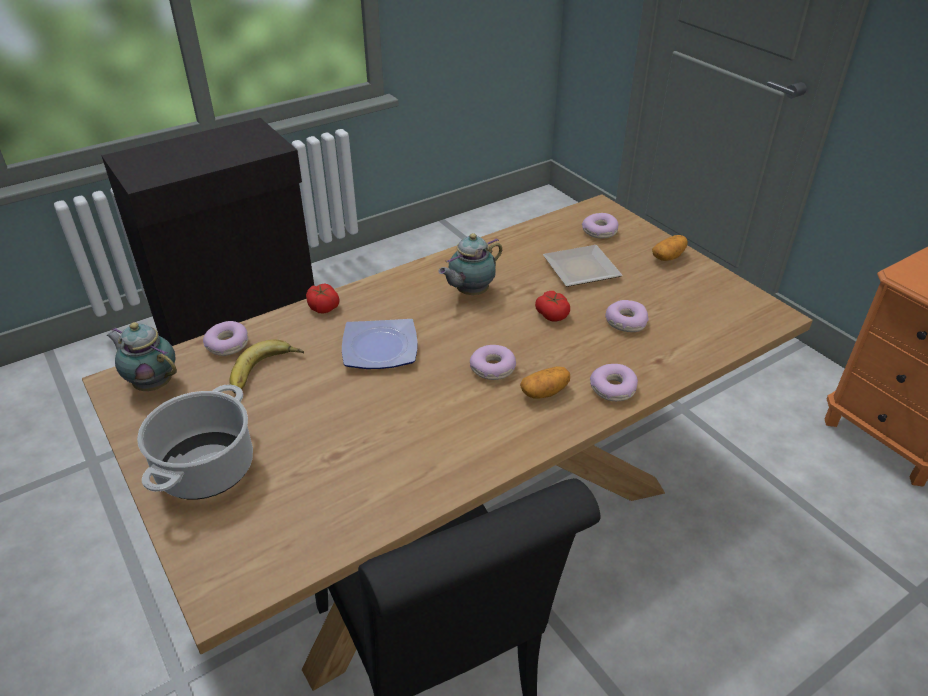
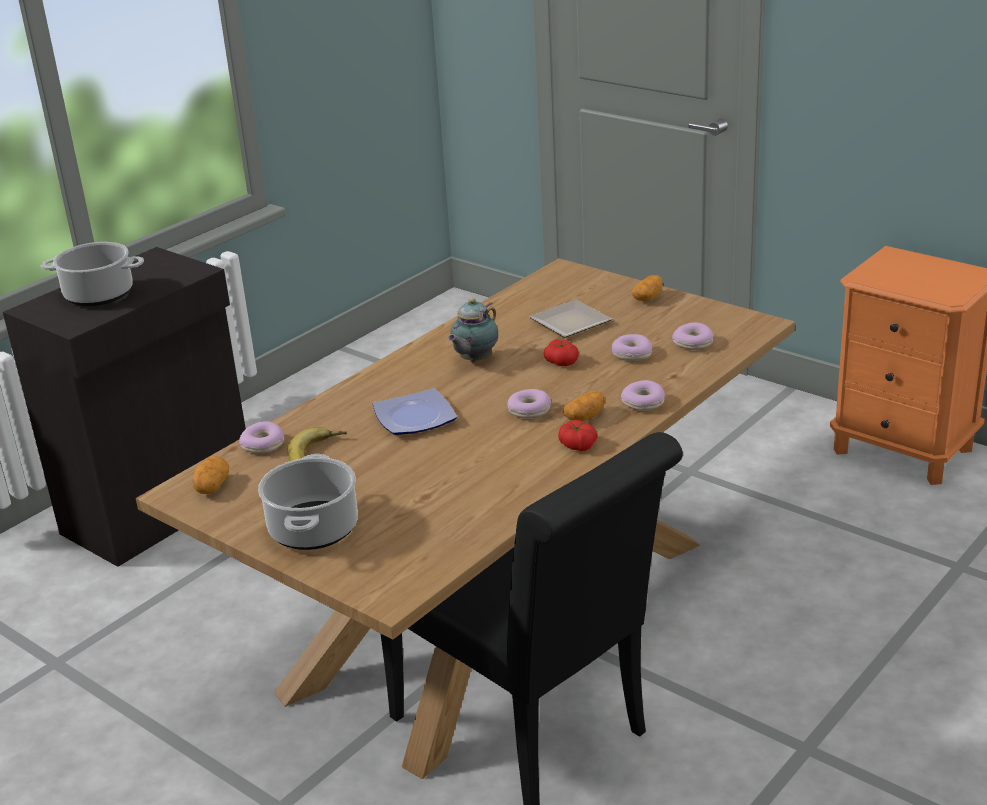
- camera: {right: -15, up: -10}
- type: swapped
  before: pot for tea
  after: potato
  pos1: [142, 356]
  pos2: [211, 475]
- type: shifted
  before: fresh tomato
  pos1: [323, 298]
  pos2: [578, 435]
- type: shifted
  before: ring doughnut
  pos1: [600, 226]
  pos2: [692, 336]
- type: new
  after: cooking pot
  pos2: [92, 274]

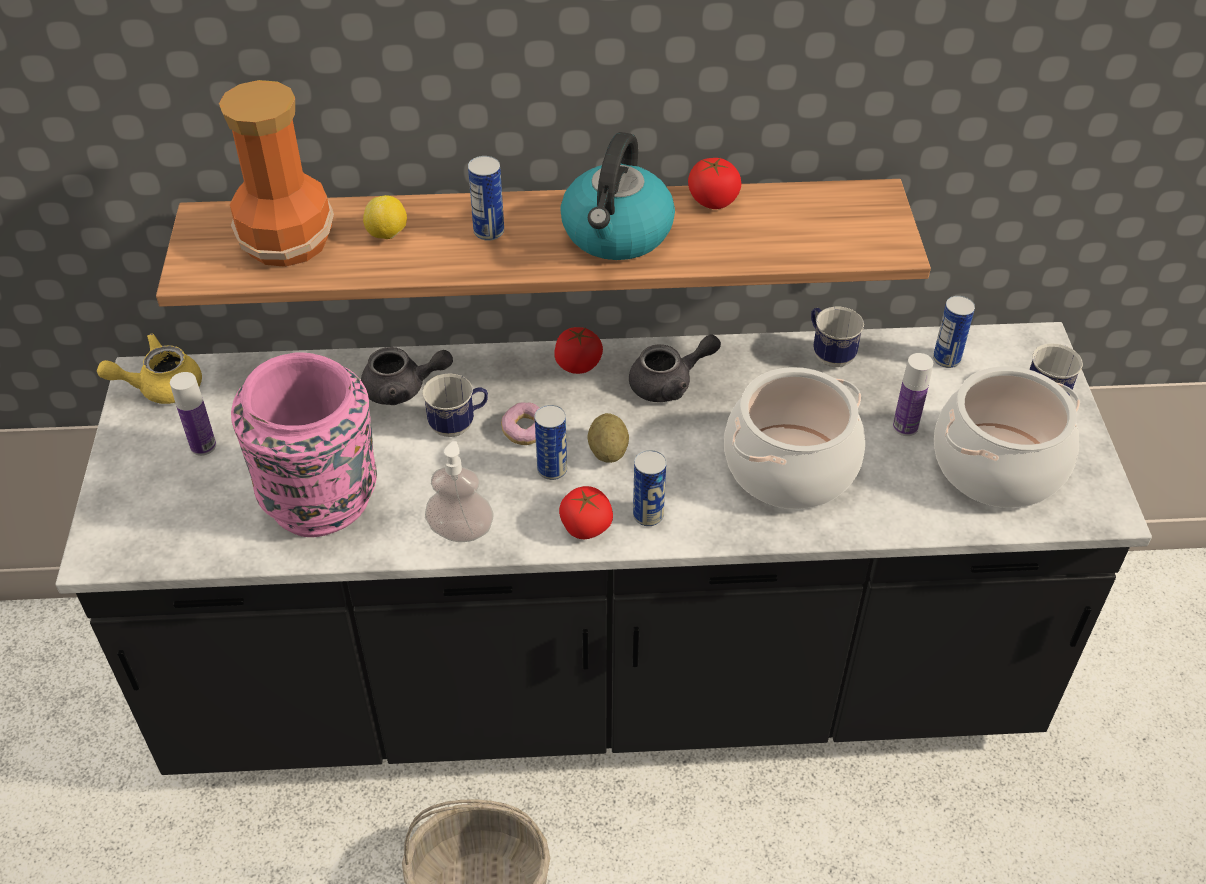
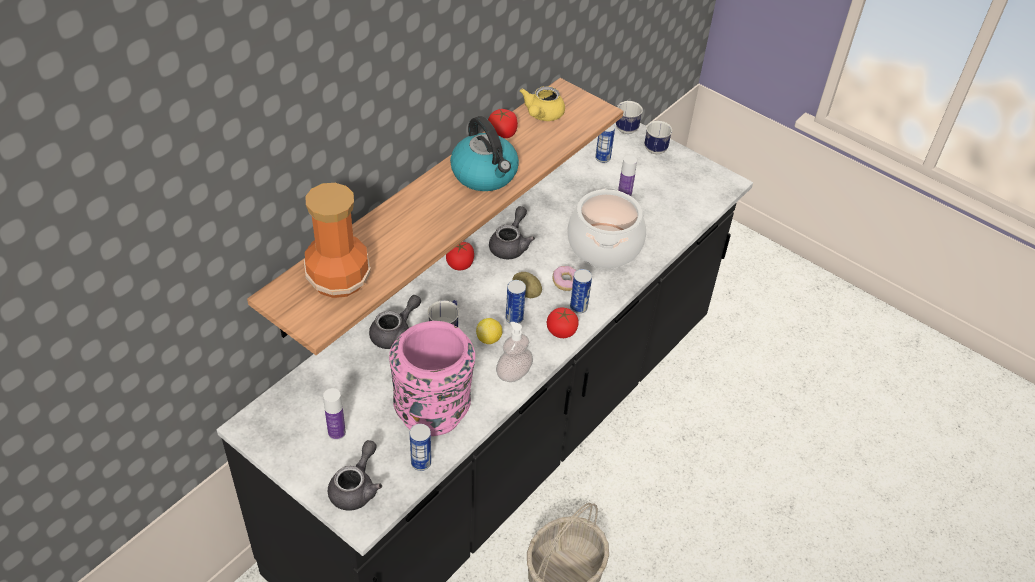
- camera: {right: -50, up: 0}
- type: shifted
  before: yellow pot for tea
  pos1: [149, 368]
  pos2: [542, 103]
- type: shifted
  before: whole lemon
  pos1: [385, 217]
  pos2: [489, 331]
- type: shifted
  before: can
  pos1: [486, 198]
  pos2: [420, 447]
- type: shifted
  before: ring doughnut
  pos1: [520, 423]
  pos2: [565, 278]
- type: shifted
  before: coffee mug
  pos1: [837, 337]
  pos2: [629, 117]
- type: gone
  before: cooking pot
  pos1: [1007, 437]
- type: new
  after: grey pot for tea
  pos2: [355, 475]

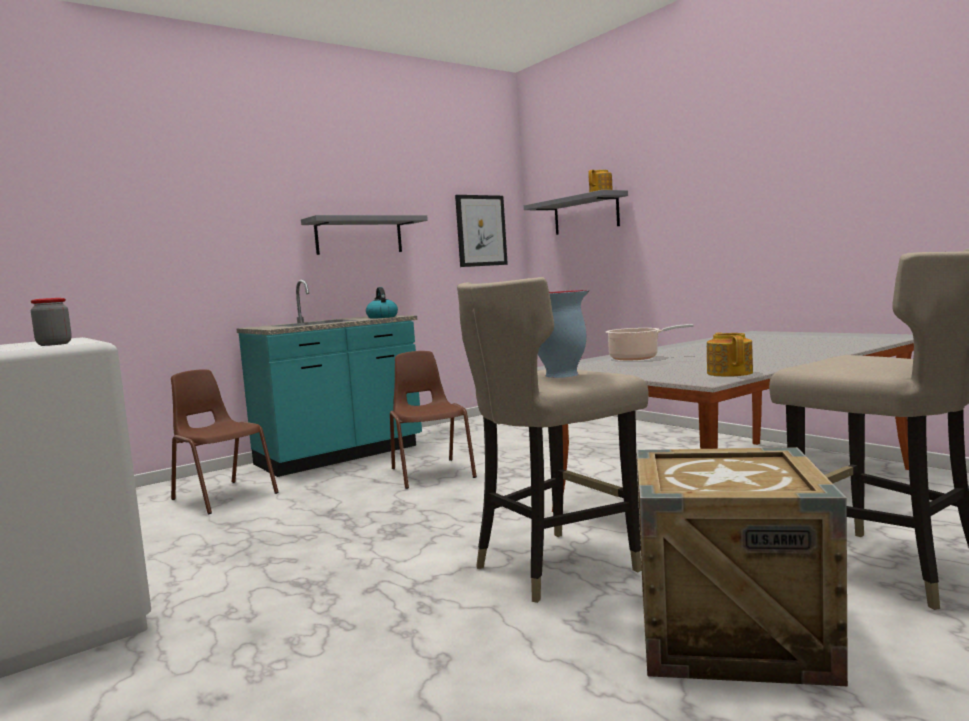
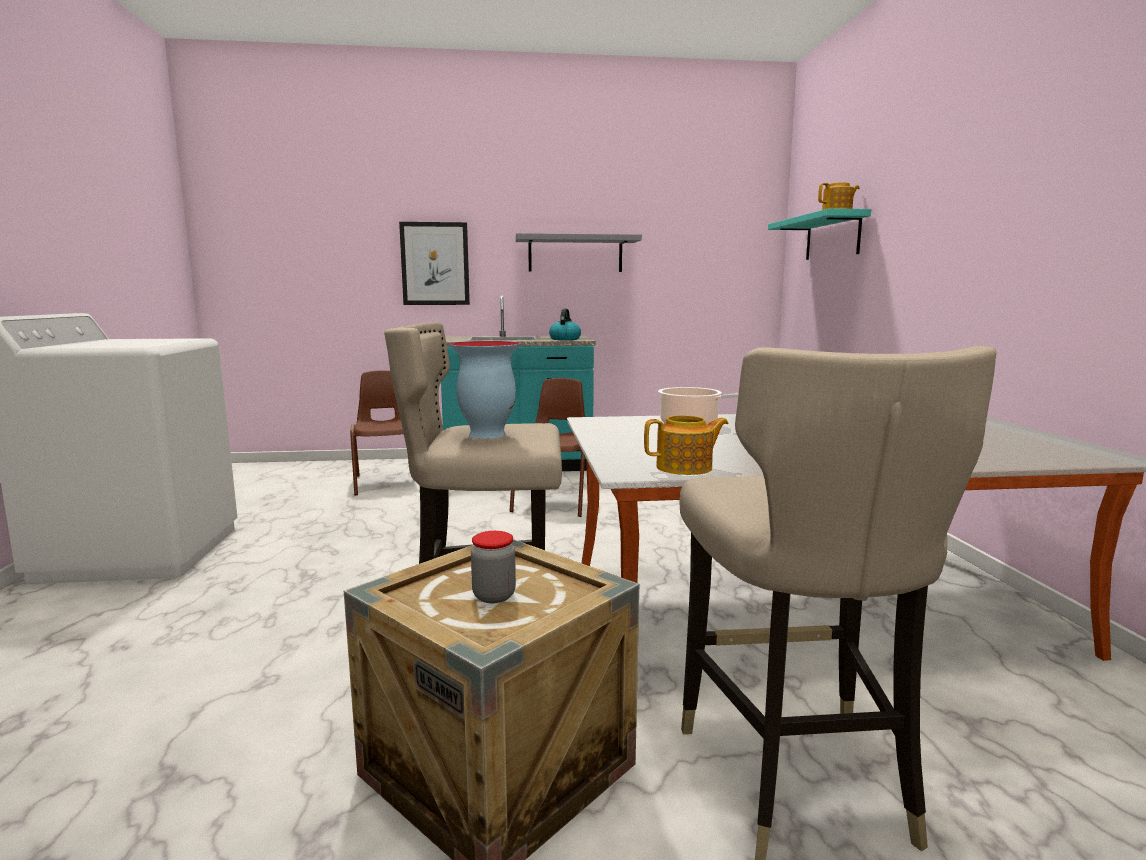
- camera: {right: 30, up: 5}
- type: shifted
  before: jar
  pos1: [51, 322]
  pos2: [493, 567]
- type: shifted
  before: picture
  pos1: [481, 231]
  pos2: [434, 263]
- type: repainted
  before: grey shelf
  after: turquoise-coloured shelf
  pos1: [576, 212]
  pos2: [819, 234]
- type: rotated
  before: pot for tea
  pos1: [730, 354]
  pos2: [686, 445]
  turn: 45

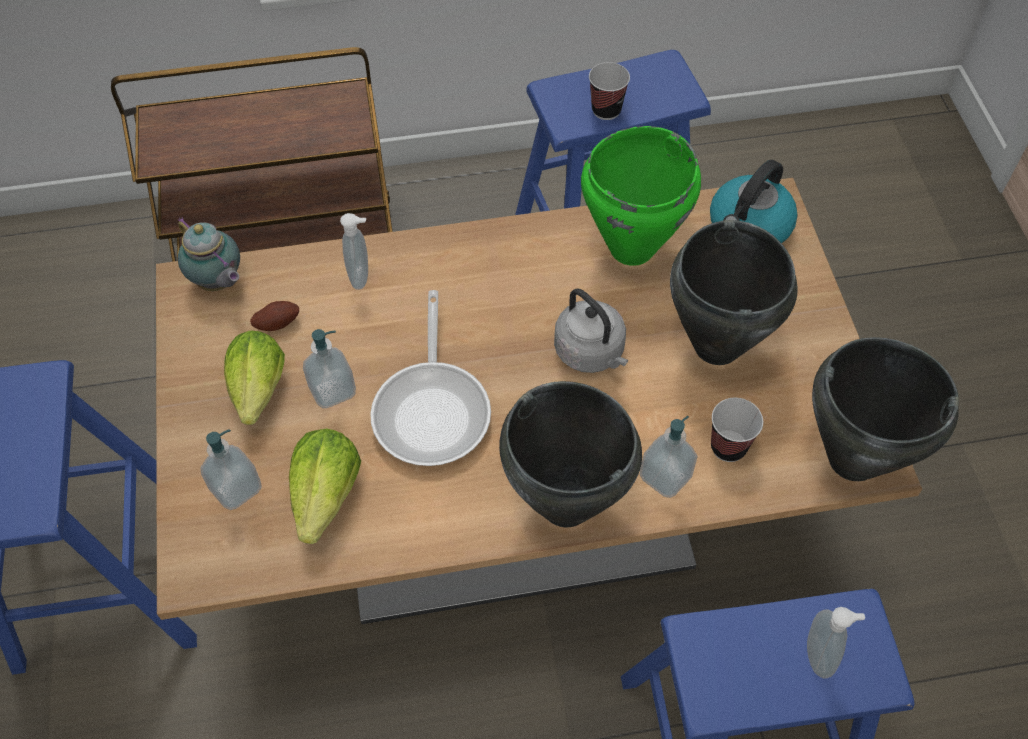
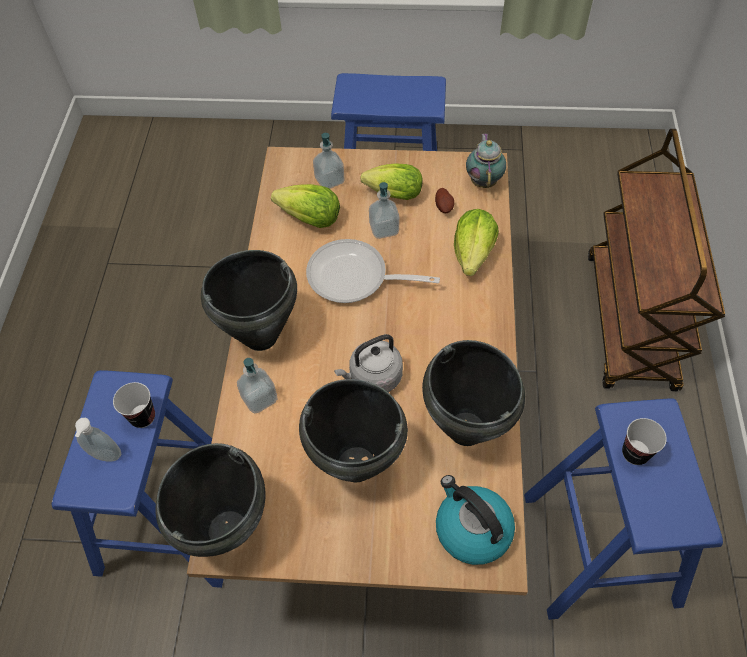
- camera: {right: 105, up: 0}
- type: rotated
  before: pot for tea
  pos1: [208, 254]
  pos2: [486, 160]
  turn: 120
- type: swapped
  before: soap bottle
  after: head of lettuce
  pos1: [354, 251]
  pos2: [476, 242]
- type: repainted
  before: green cooking pot
  after: black-coloured cooking pot
  pos1: [641, 196]
  pos2: [473, 393]
- type: shifted
  before: drinking cup
  pos1: [737, 430]
  pos2: [134, 405]

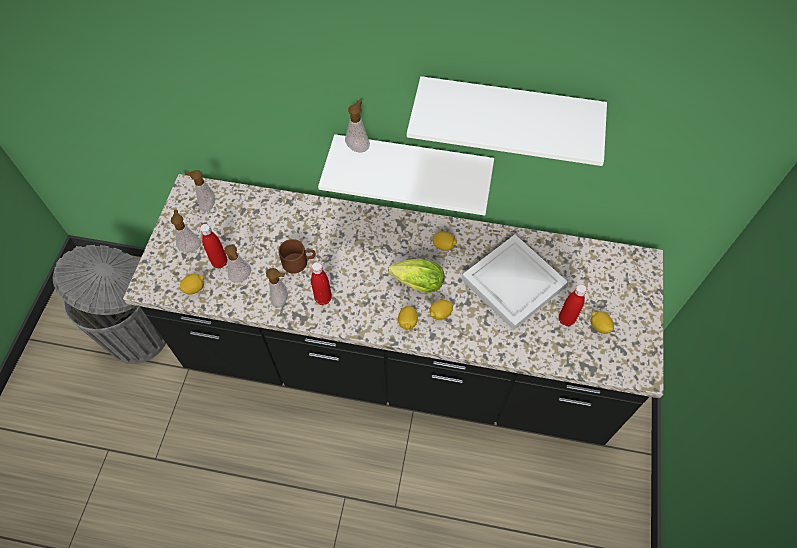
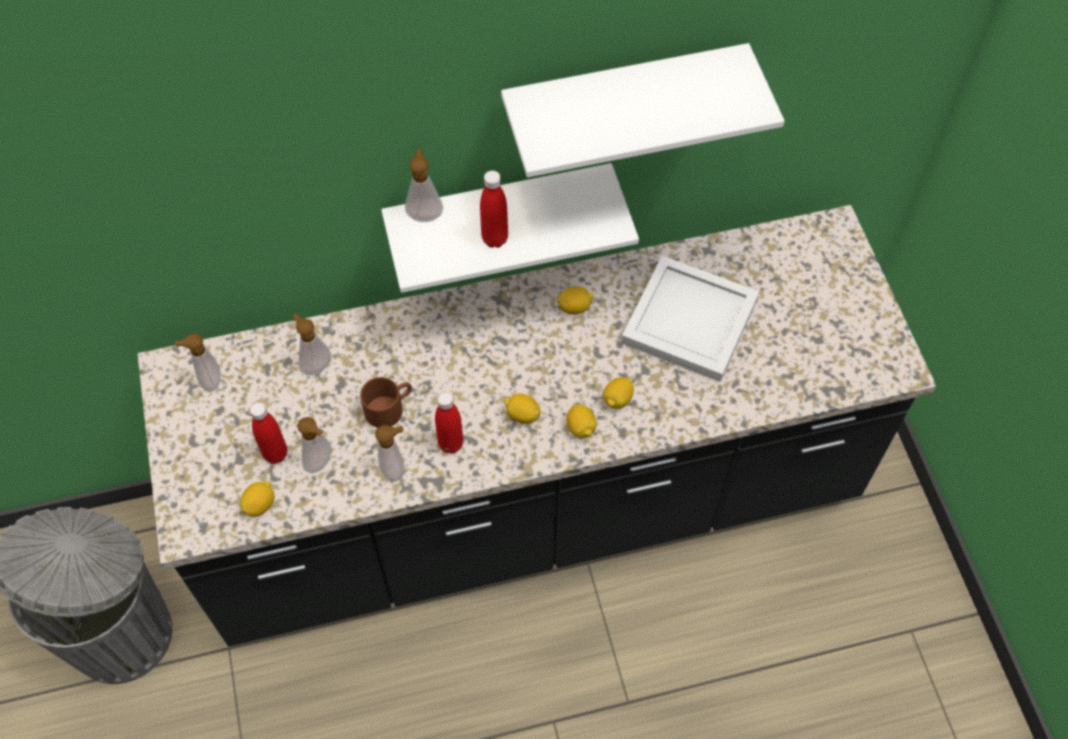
- camera: {right: -25, up: 0}
- type: shifted
  before: soap bottle
  pos1: [186, 230]
  pos2: [312, 344]
- type: gone
  before: head of lettuce
  pos1: [416, 276]
- type: shifted
  before: reddish bottle
  pos1: [573, 305]
  pos2: [494, 209]
- type: shifted
  before: whole lemon
  pos1: [602, 322]
  pos2: [522, 409]

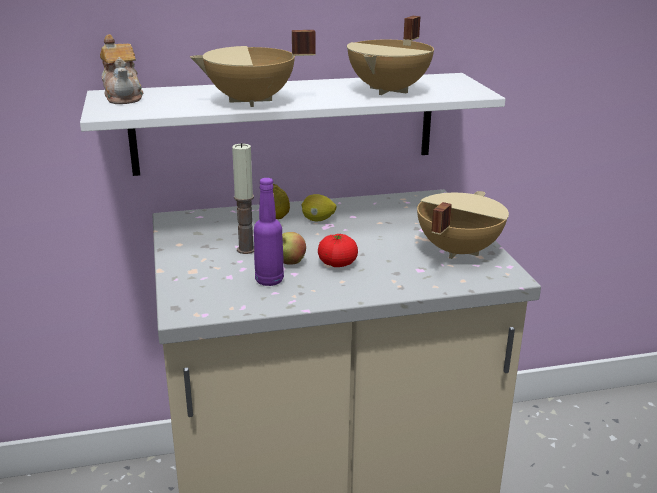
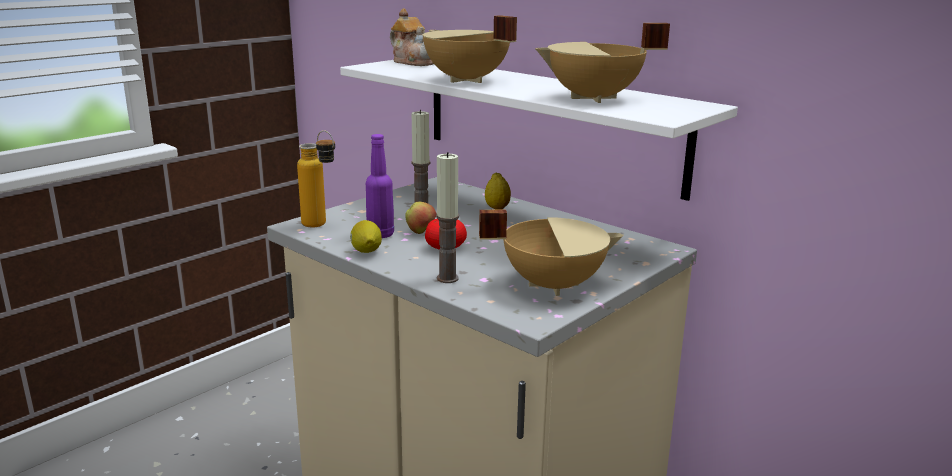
- camera: {right: 55, up: -5}
- type: rotated
  before: pot for tea
  pos1: [121, 69]
  pos2: [412, 37]
  turn: -75
- type: shifted
  before: whole lemon
  pos1: [319, 207]
  pos2: [366, 236]
- type: new
  after: bottle
  pos2: [316, 178]
- type: new
  after: wax light
  pos2: [447, 217]

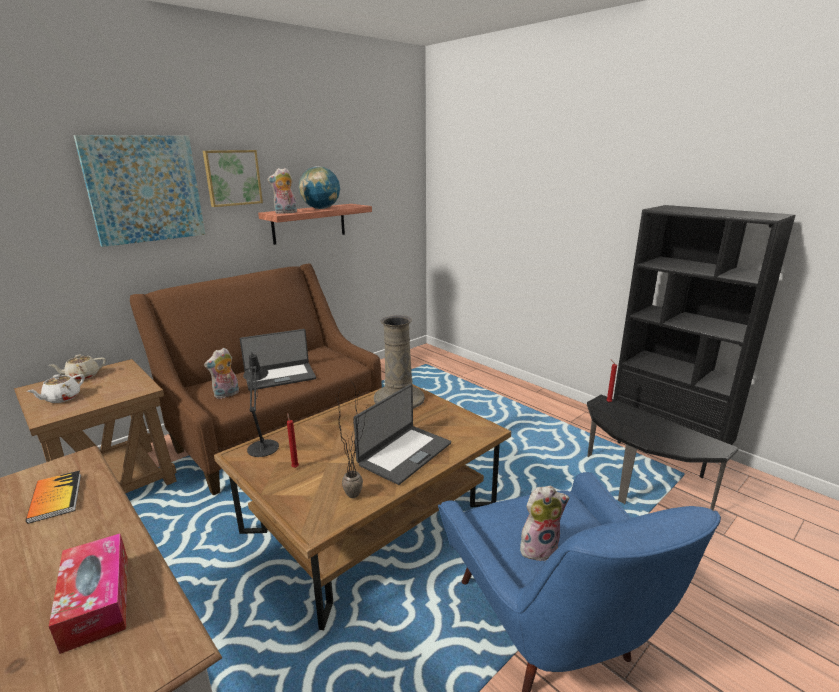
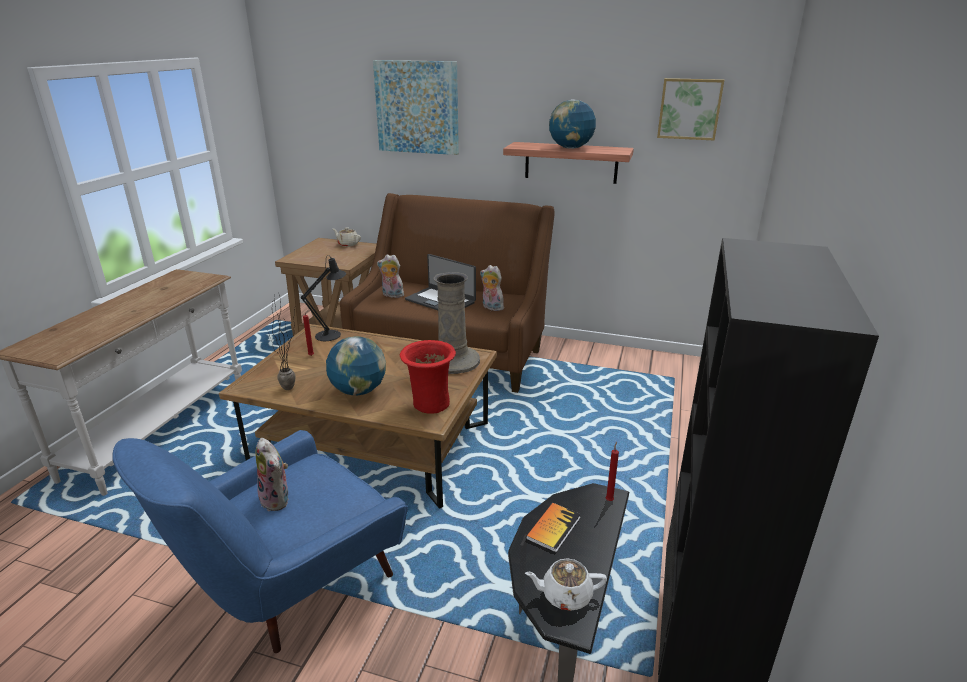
- camera: {right: 60, up: 5}
- type: shifted
  before: white pot for tea
  pos1: [55, 388]
  pos2: [566, 584]
- type: shifted
  before: book
  pos1: [53, 497]
  pos2: [553, 528]
- type: gone
  before: tissue holder
  pos1: [88, 593]
- type: shifted
  before: picture
  pos1: [233, 178]
  pos2: [690, 109]
- type: shifted
  before: cuddly toy
  pos1: [282, 191]
  pos2: [492, 288]
- type: swapped
  before: laptop
  after: globe
  pos1: [402, 434]
  pos2: [356, 365]
- type: new
  after: reddish vase
  pos2: [428, 377]

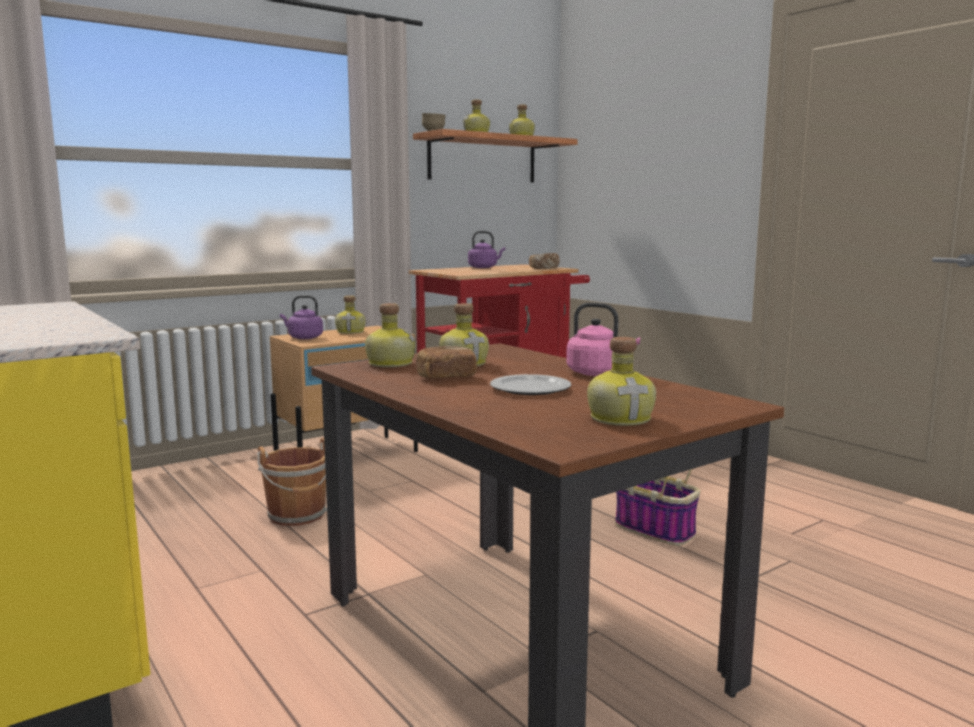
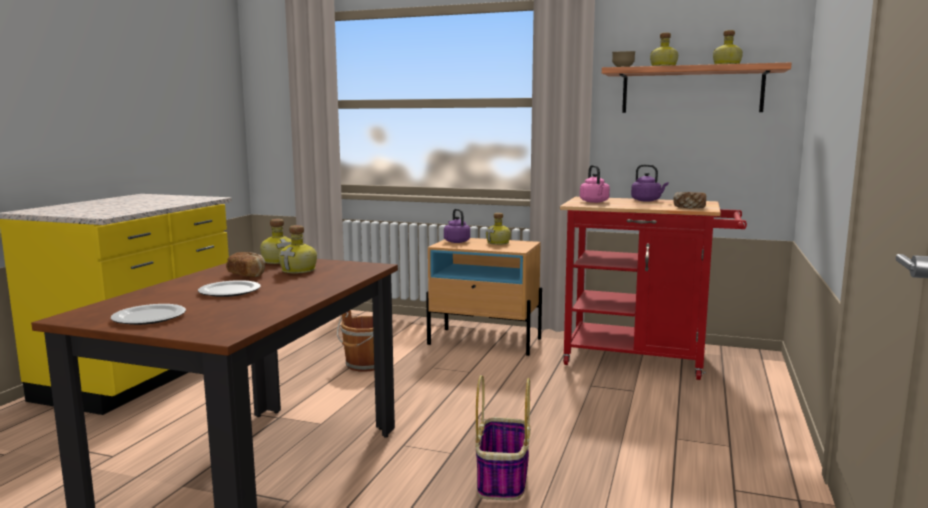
- camera: {right: 55, up: 0}
- type: shifted
  before: pink-coloured tea kettle
  pos1: [603, 339]
  pos2: [595, 184]
- type: swapped
  before: bottle
  after: plate
  pos1: [621, 381]
  pos2: [148, 314]

